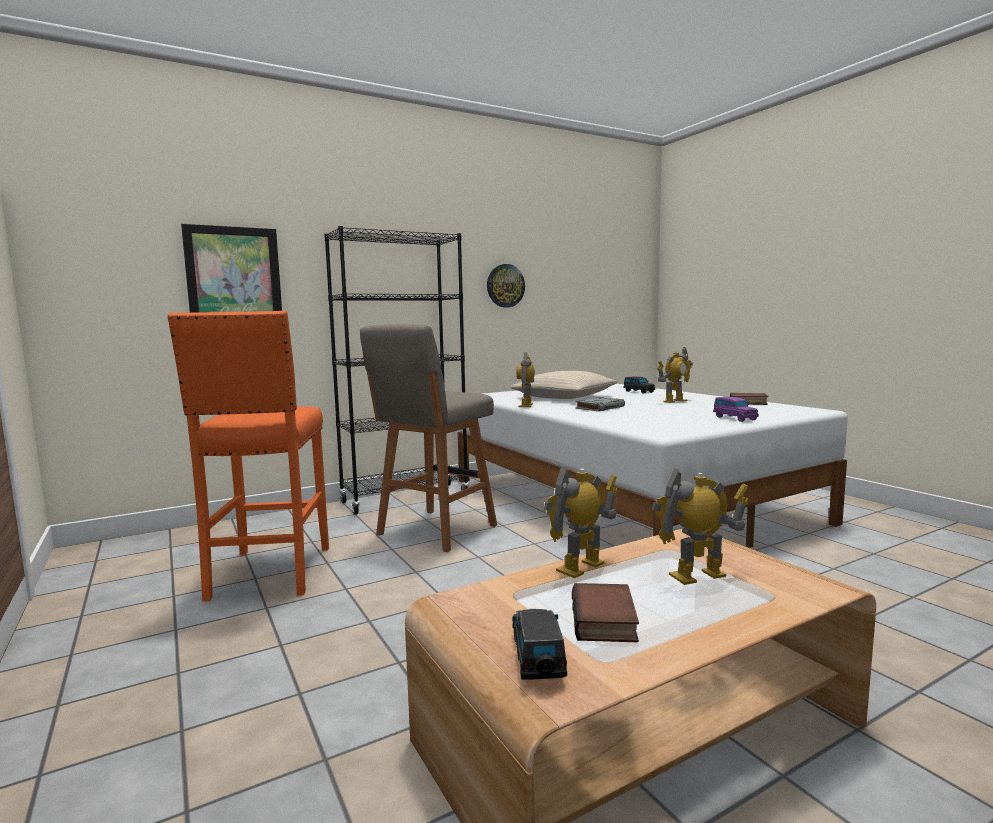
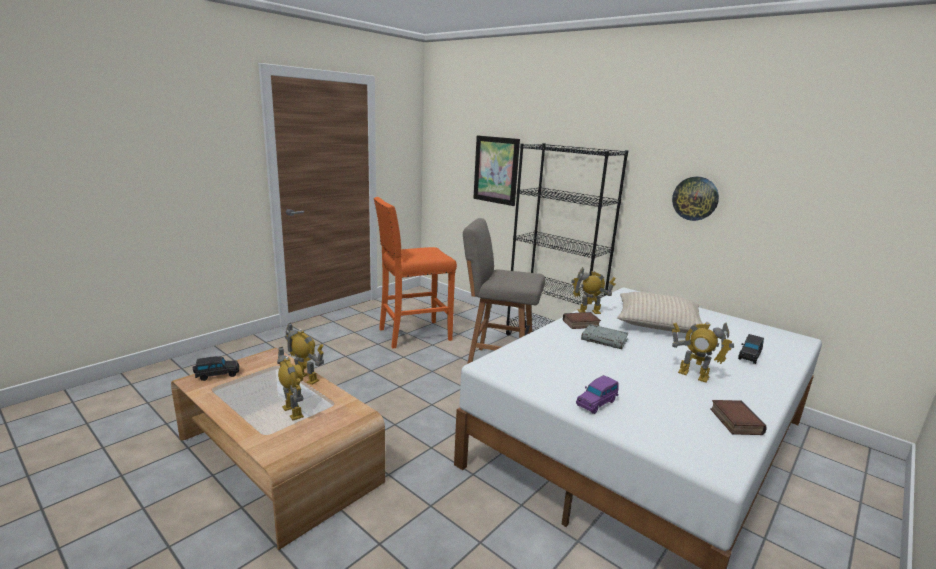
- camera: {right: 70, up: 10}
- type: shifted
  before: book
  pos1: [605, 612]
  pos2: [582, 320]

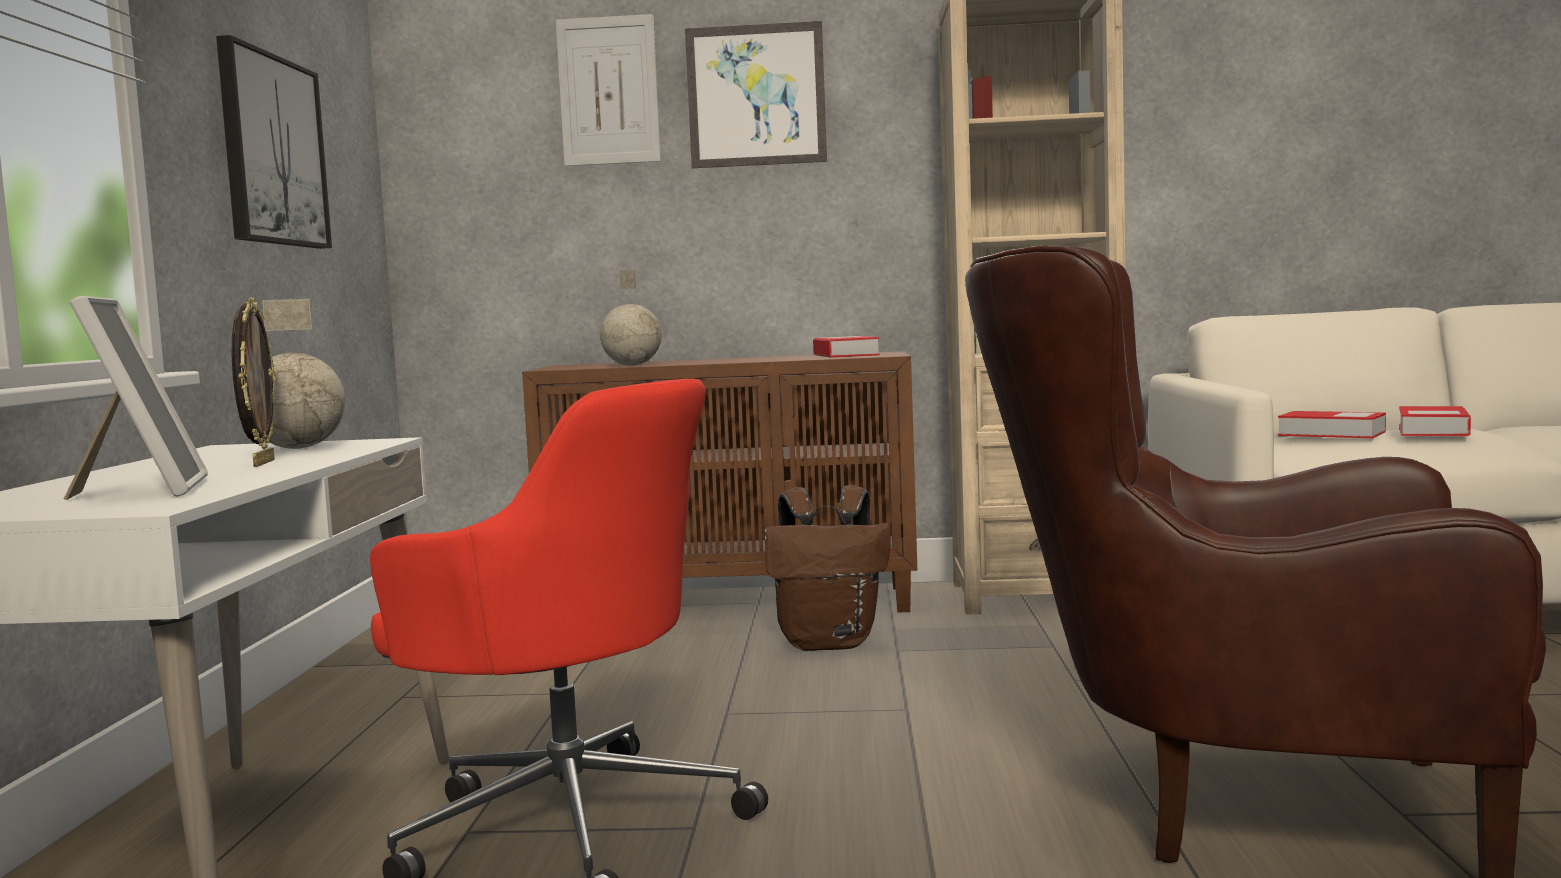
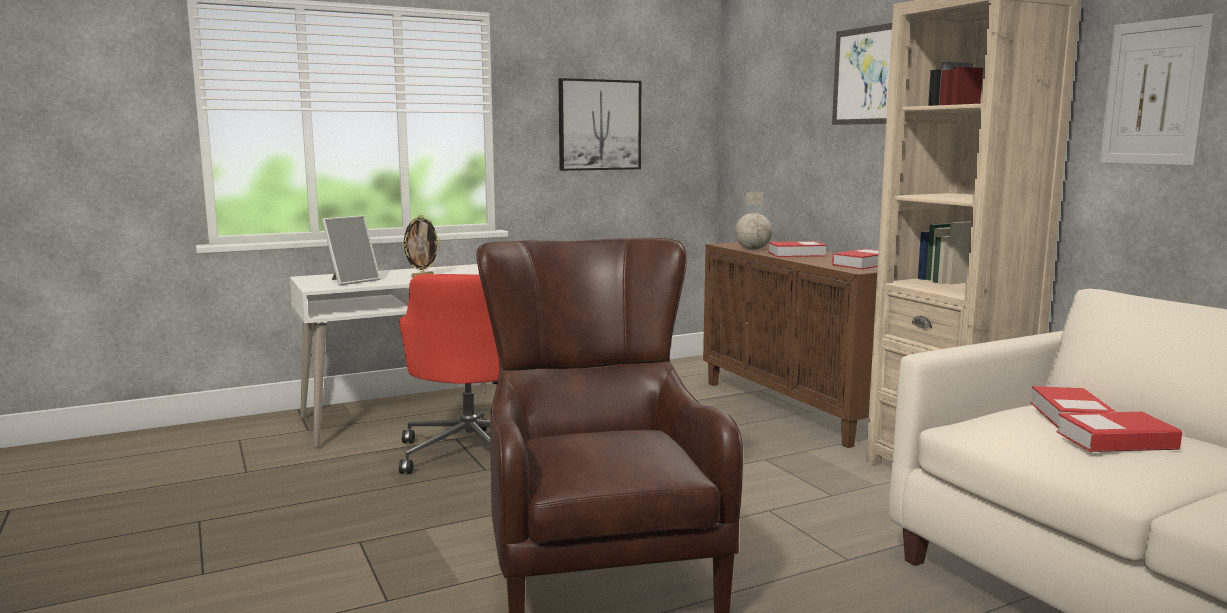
- camera: {right: 60, up: 5}
- type: gone
  before: globe
  pos1: [303, 374]
- type: shifted
  before: picture
  pos1: [608, 90]
  pos2: [1157, 89]
- type: gone
  before: brownish rucksack
  pos1: [828, 568]
- type: new
  after: book
  pos2: [797, 249]

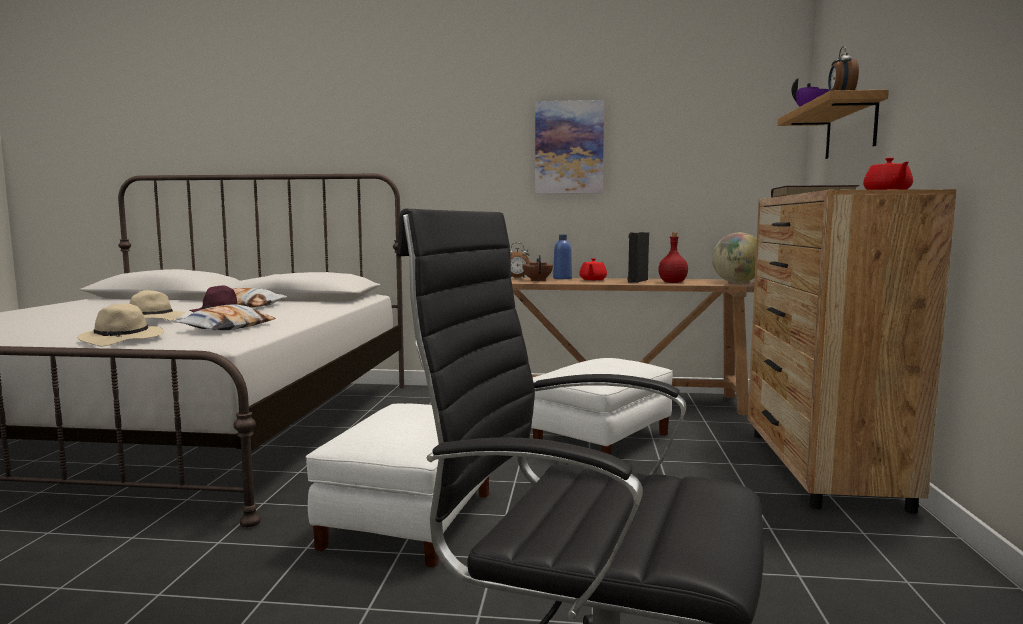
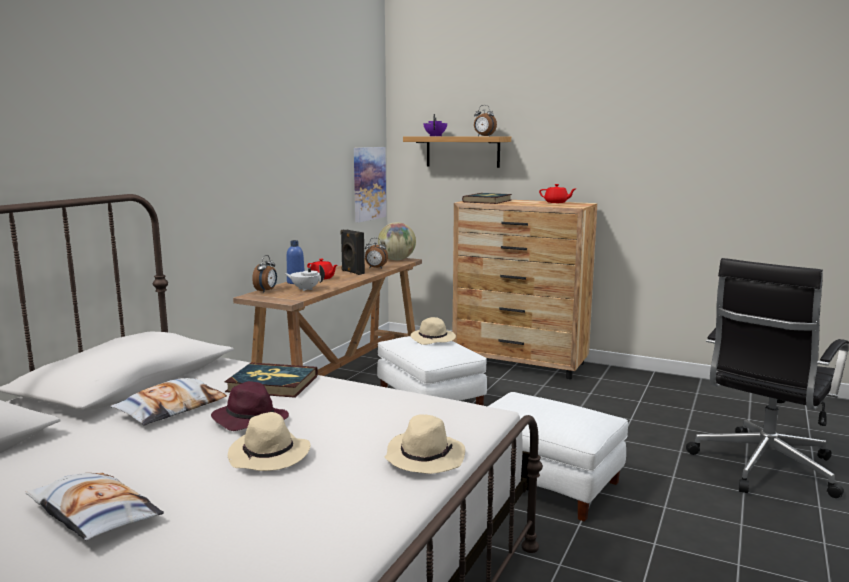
- camera: {right: -70, up: 5}
- type: shifted
  before: cushion
  pos1: [225, 317]
  pos2: [94, 507]
- type: repainted
  before: brownish pot for tea
  after: white pot for tea
  pos1: [538, 268]
  pos2: [305, 278]
- type: shifted
  before: picture
  pos1: [569, 147]
  pos2: [370, 184]
- type: swapped
  before: reddish bottle
  after: table clock
  pos1: [673, 257]
  pos2: [376, 253]
- type: new
  after: book
  pos2: [271, 380]
- type: new
  after: beige clothing hat
  pos2: [433, 331]

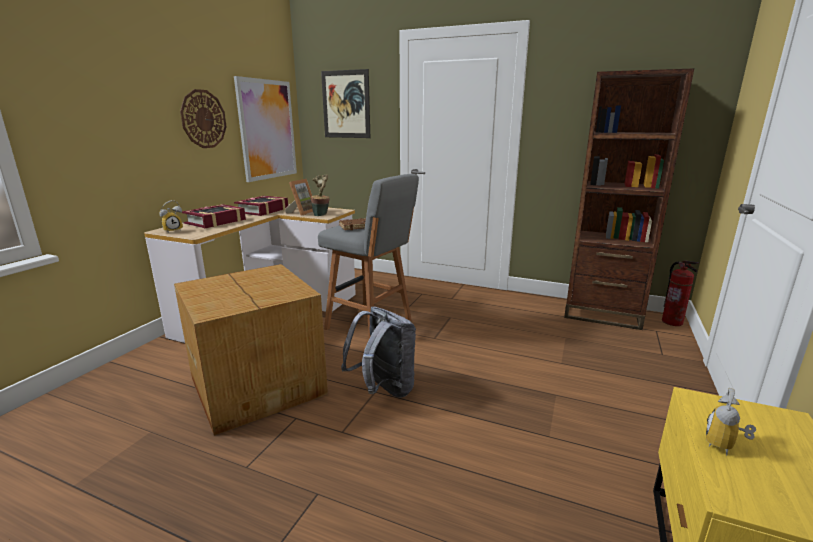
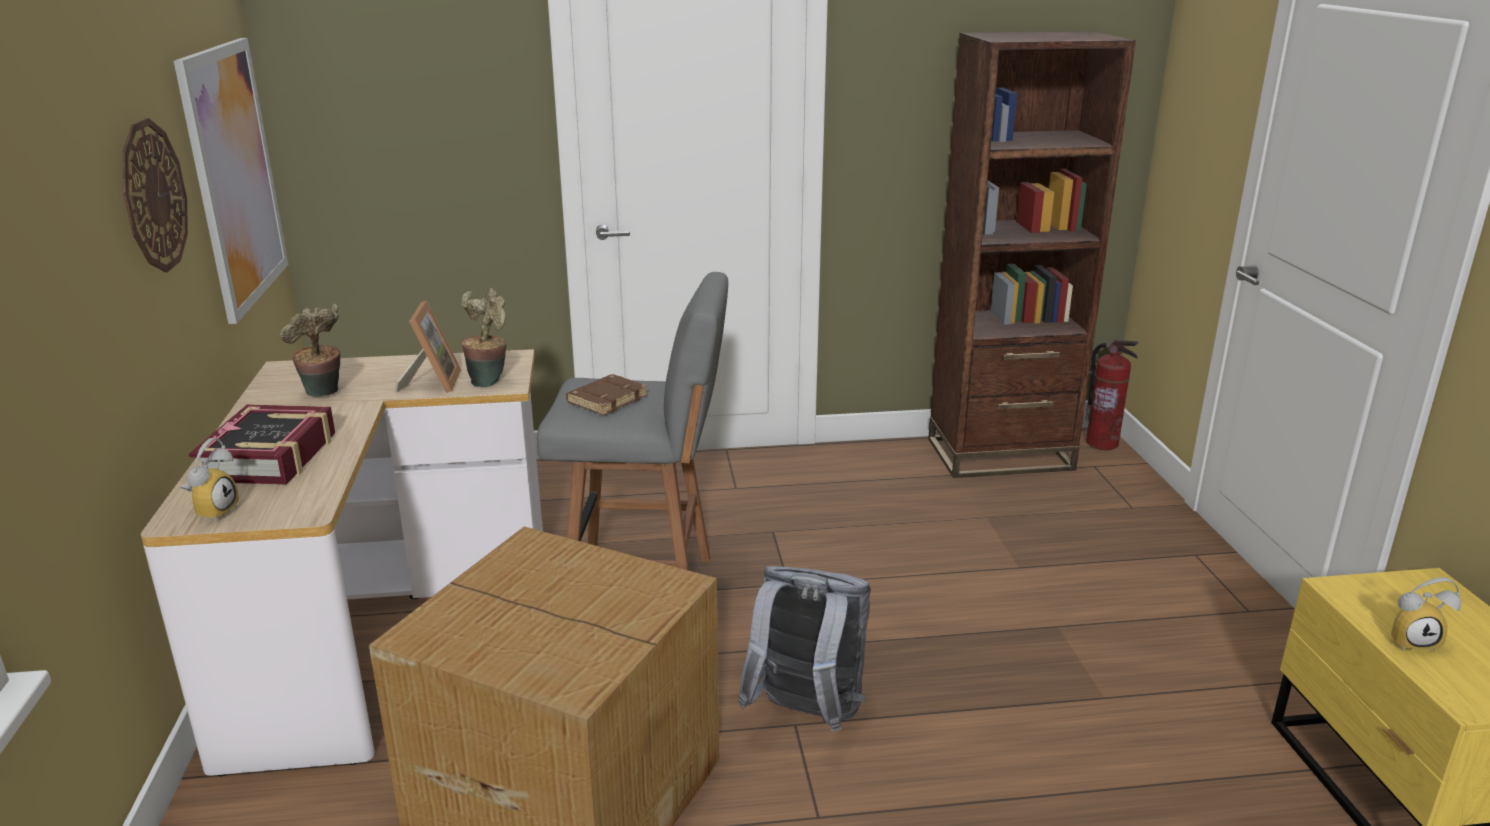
- camera: {right: -30, up: 5}
- type: swapped
  before: book
  after: houseplant
  pos1: [261, 206]
  pos2: [310, 350]
- type: gone
  before: picture
  pos1: [345, 103]
- type: rotated
  before: table clock
  pos1: [731, 421]
  pos2: [1426, 615]
  turn: -90

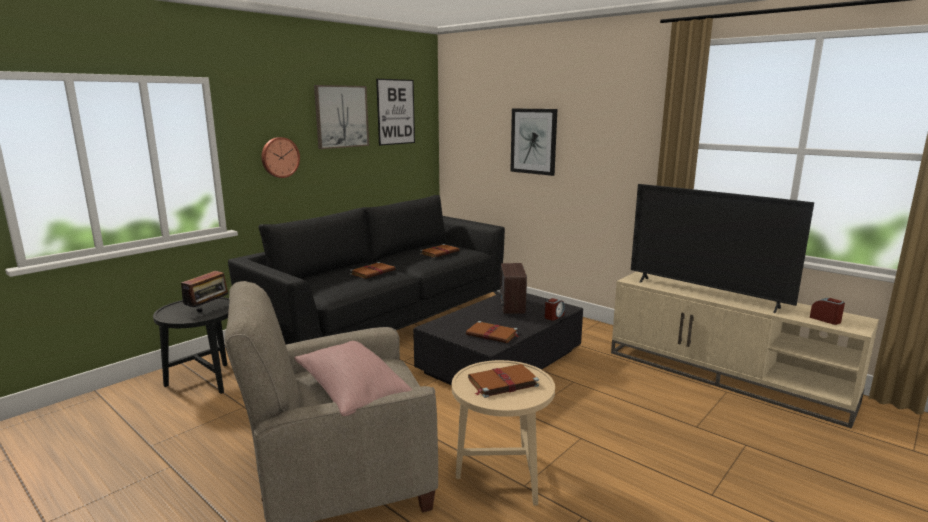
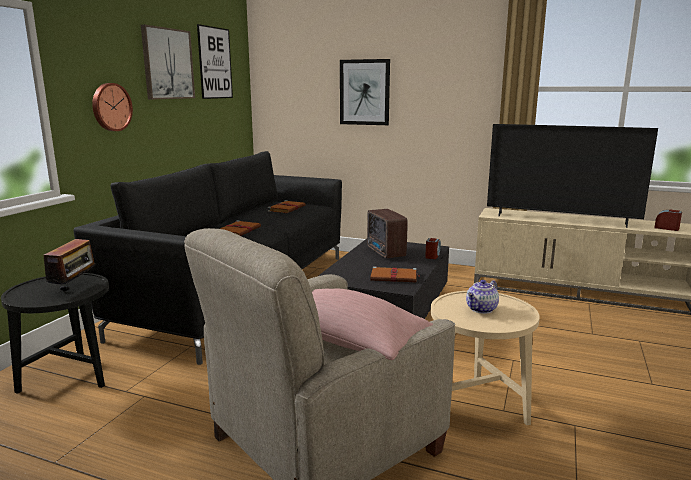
- camera: {right: -20, up: 0}
- type: swapped
  before: brownish book
  after: pot for tea
  pos1: [503, 381]
  pos2: [482, 297]

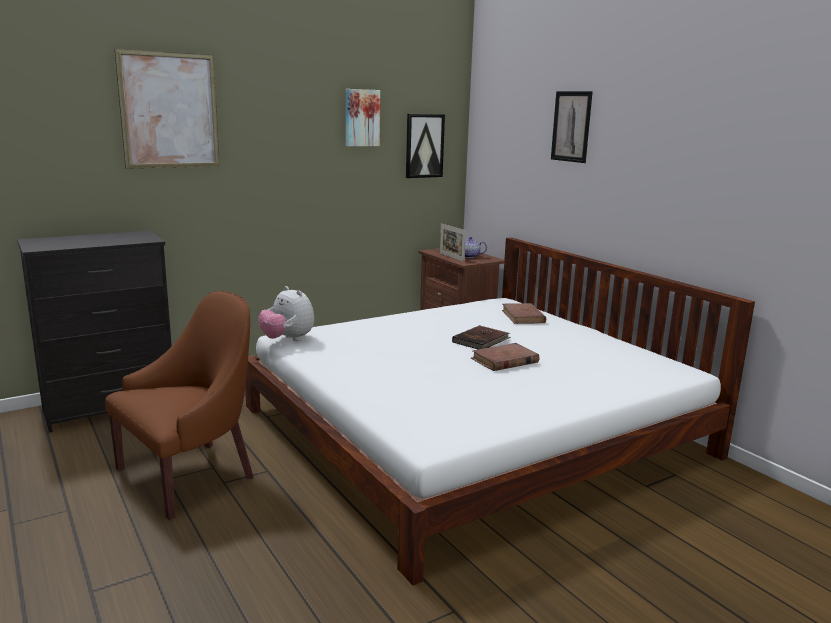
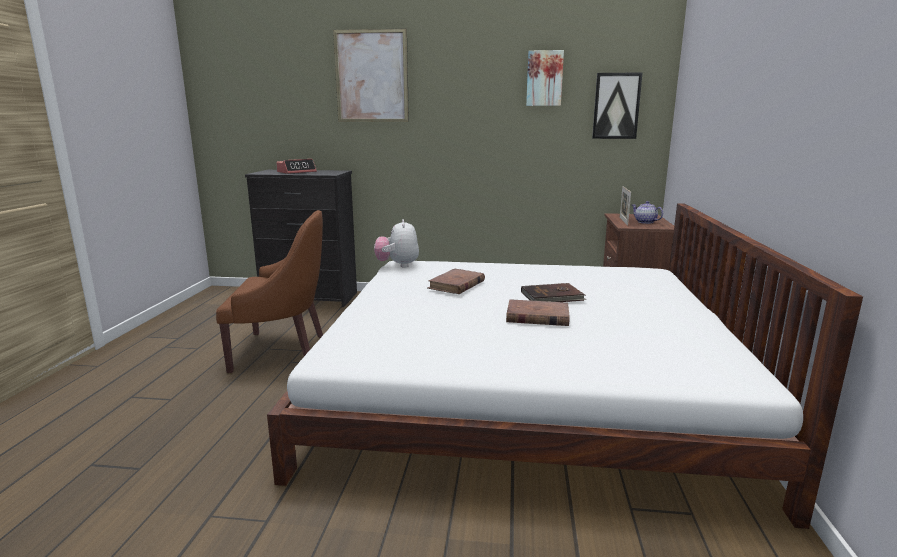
- camera: {right: 40, up: 0}
- type: shifted
  before: brownish book
  pos1: [524, 313]
  pos2: [456, 281]
- type: gone
  before: picture
  pos1: [572, 127]
- type: new
  after: table clock
  pos2: [296, 166]

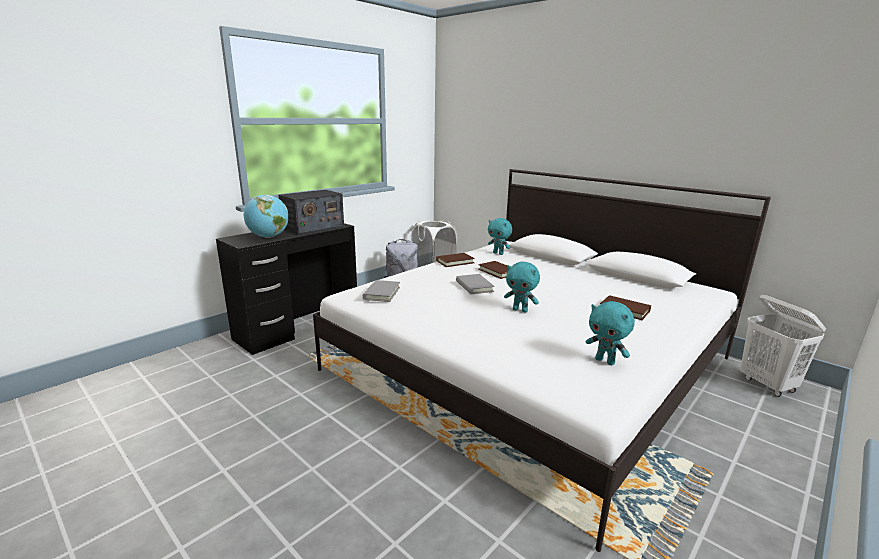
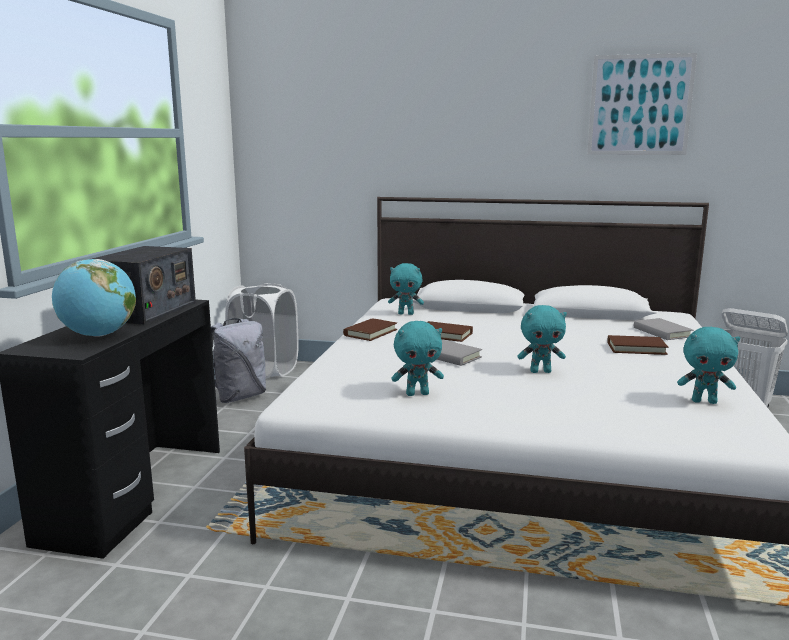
- camera: {right: -30, up: -5}
- type: shifted
  before: grey book
  pos1: [381, 291]
  pos2: [663, 329]
- type: new
  after: turquoise-coloured cuddly toy
  pos2: [417, 358]
- type: new
  after: picture
  pos2: [642, 104]

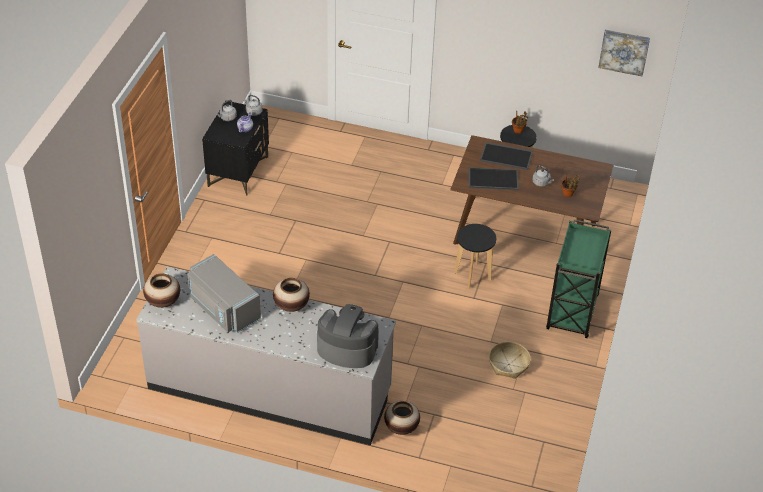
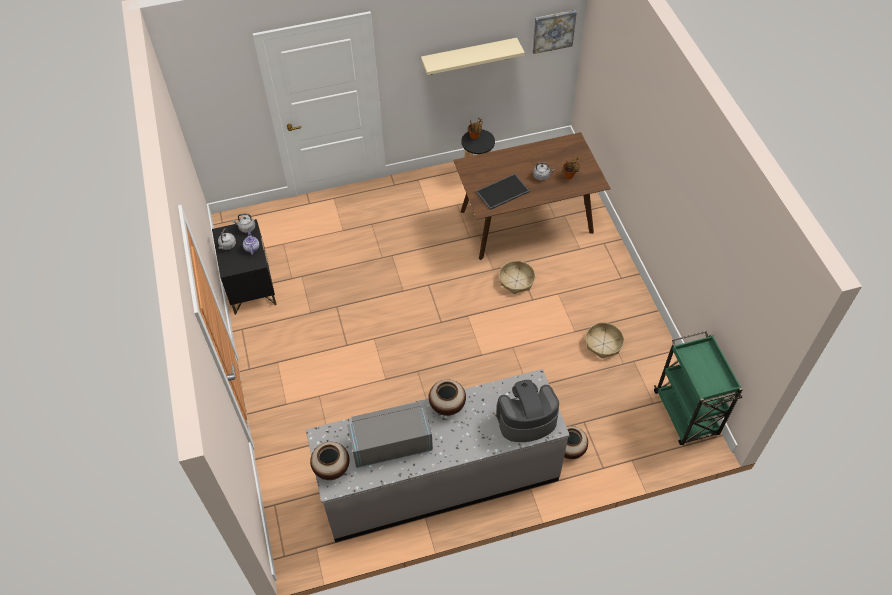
- camera: {right: -30, up: 10}
- type: rotated
  before: grey kitchen microwave
  pos1: [224, 293]
  pos2: [390, 435]
  turn: 150
- type: swapped
  before: black-coloured stool seat
  after: household basket
  pos1: [475, 256]
  pos2: [517, 277]
- type: gone
  before: tray
  pos1: [506, 156]
- type: shifted
  before: green trolley
  pos1: [578, 278]
  pos2: [698, 388]
- type: new
  after: beige shelf
  pos2: [473, 56]

